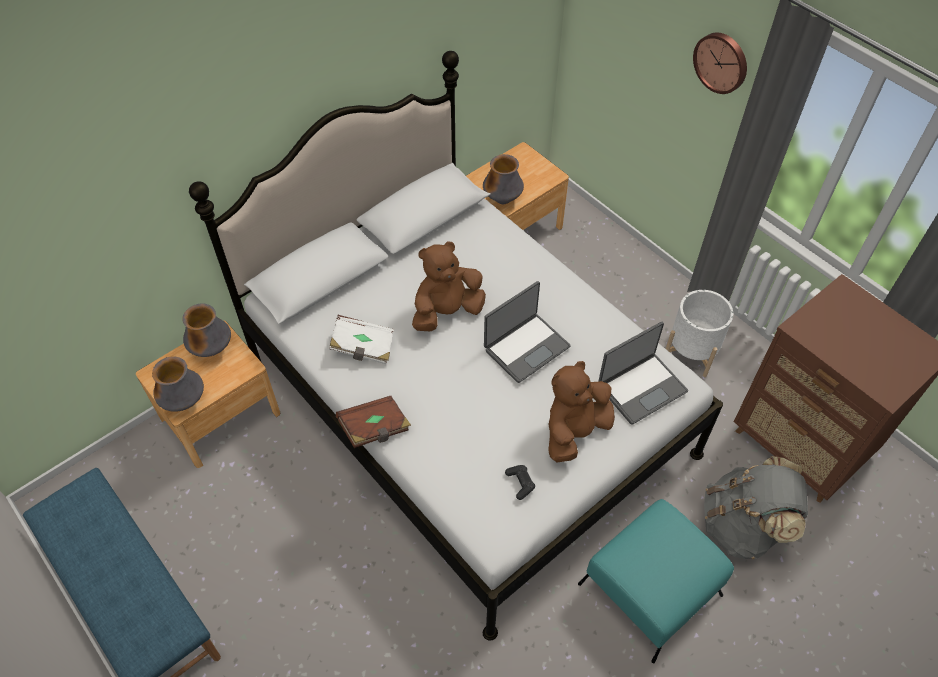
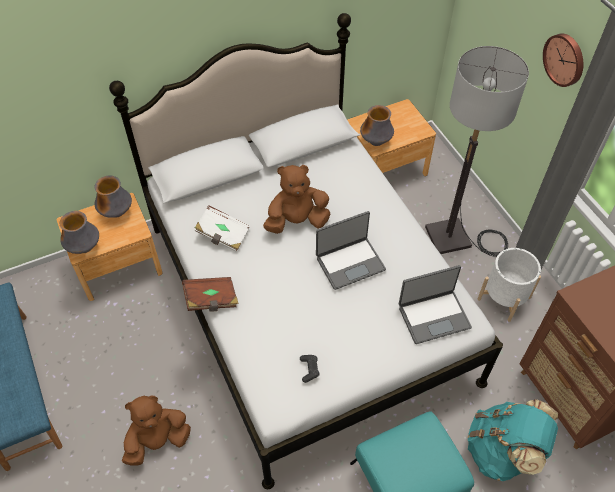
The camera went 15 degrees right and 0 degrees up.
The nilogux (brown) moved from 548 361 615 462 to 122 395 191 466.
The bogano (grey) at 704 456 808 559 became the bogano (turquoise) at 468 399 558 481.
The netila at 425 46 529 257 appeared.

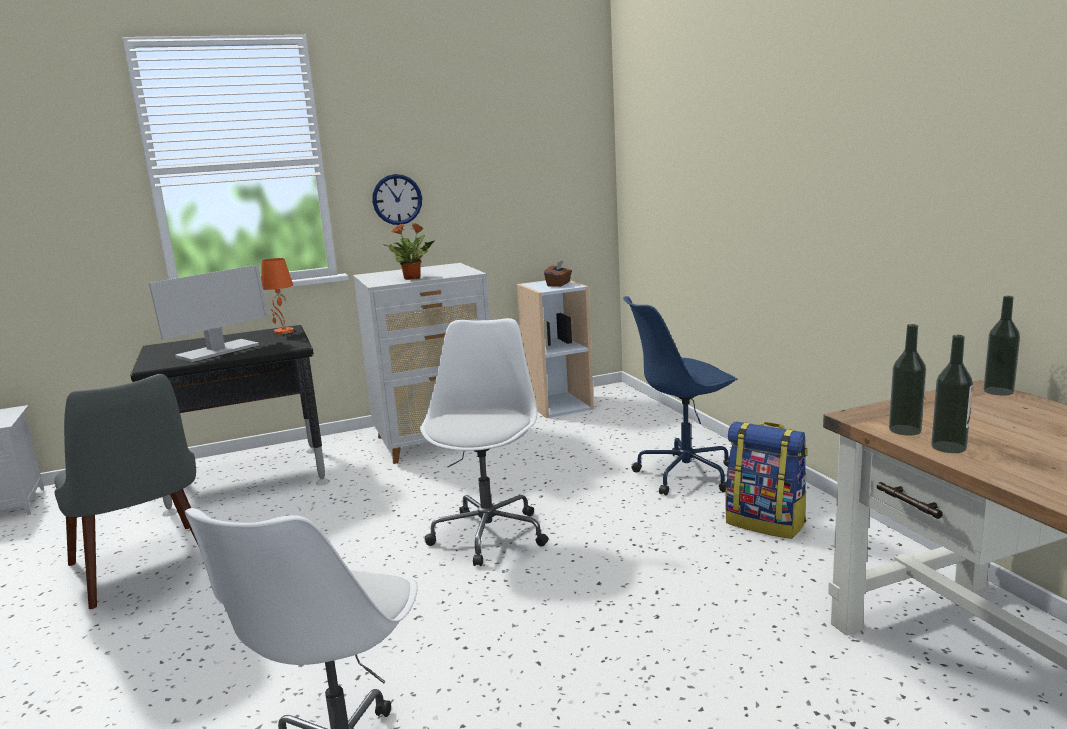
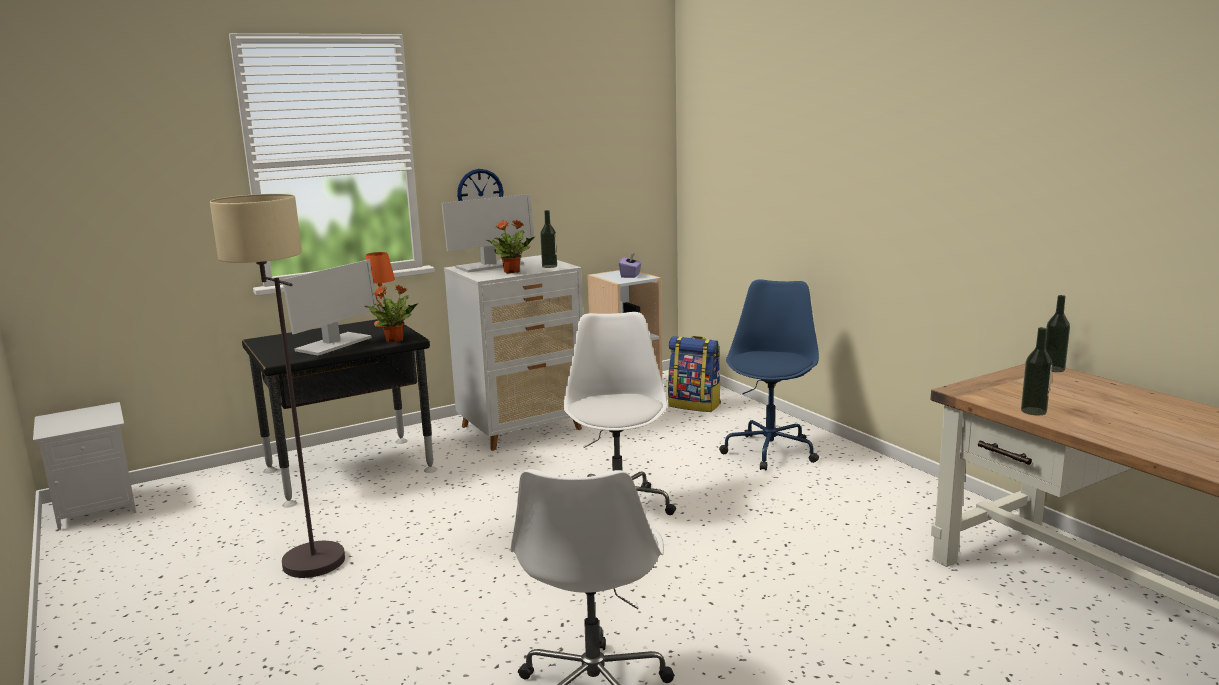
The camera went 10 degrees left and 0 degrees up.
The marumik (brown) at 544 261 572 287 became the marumik (purple) at 619 253 642 278.
The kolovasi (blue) at 623 296 738 495 turned 135 degrees clockwise.
The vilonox moved from 889 324 926 436 to 540 210 557 268.
The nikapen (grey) at 54 374 198 609 was replaced by the netila (beige) at 210 194 345 578.
The bogano moved from 725 422 807 539 to 668 336 721 412.
The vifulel at 441 194 534 273 appeared.
The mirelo at 364 285 418 343 appeared.

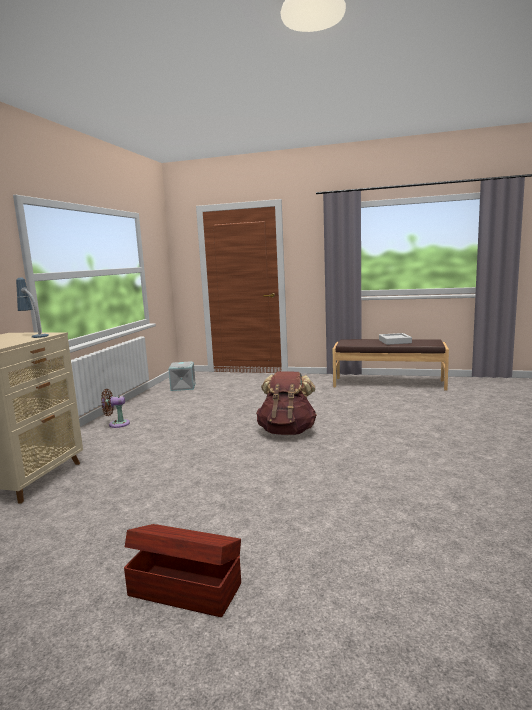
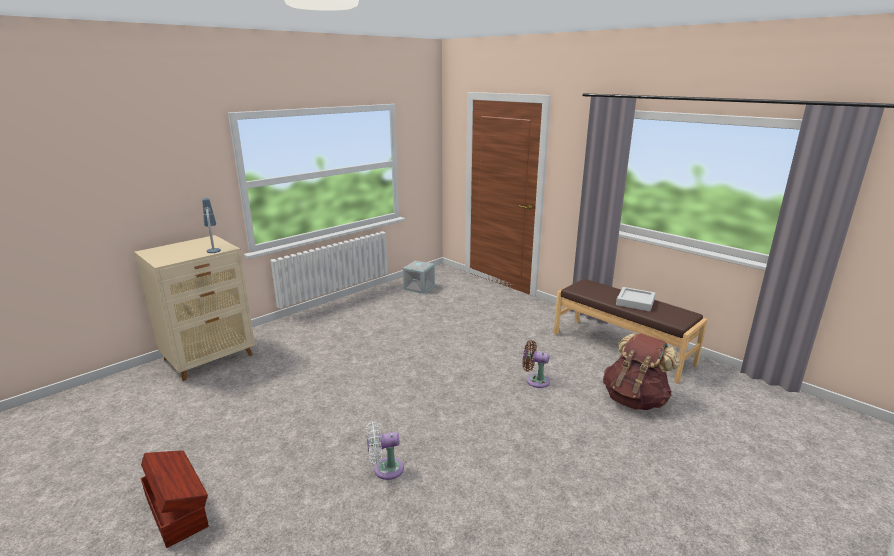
The camera went 30 degrees right and 10 degrees up.
The bogano (brown) moved from 256 371 317 435 to 603 333 681 410.
The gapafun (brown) moved from 101 389 130 428 to 522 340 550 388.
The gapafun (white) at 366 422 404 480 appeared.

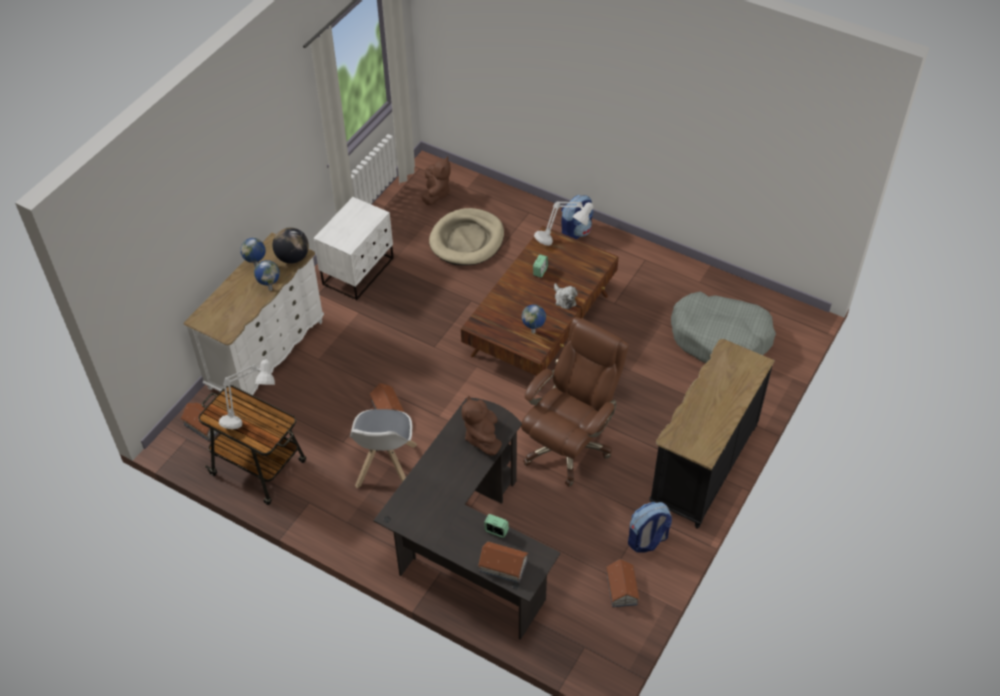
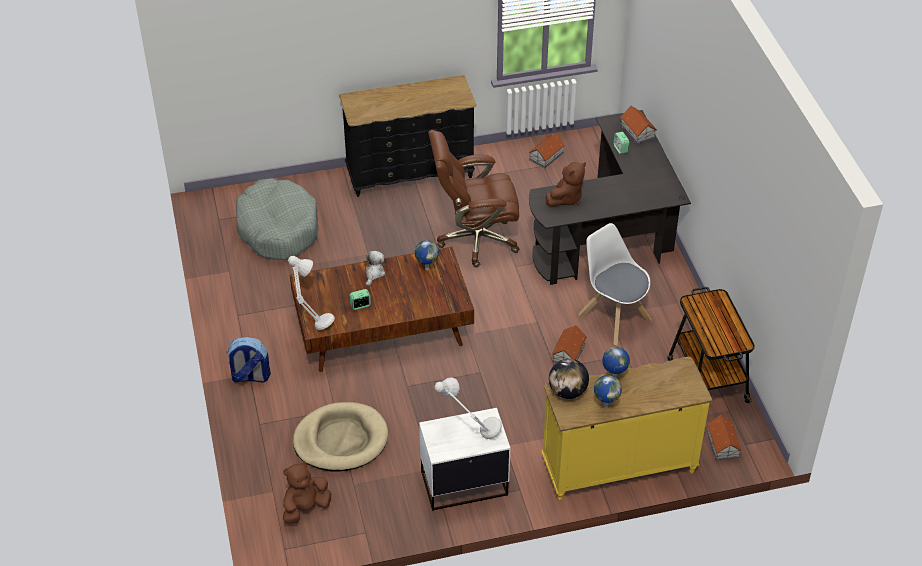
The camera went 135 degrees left and 5 degrees down.
The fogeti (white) at 183 233 324 399 became the fogeti (yellow) at 541 357 713 501.
The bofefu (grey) moved from 219 359 275 429 to 435 378 502 439.
The nikapen at 350 409 417 488 turned 90 degrees counterclockwise.
The bogano at 628 502 672 553 disappeared.

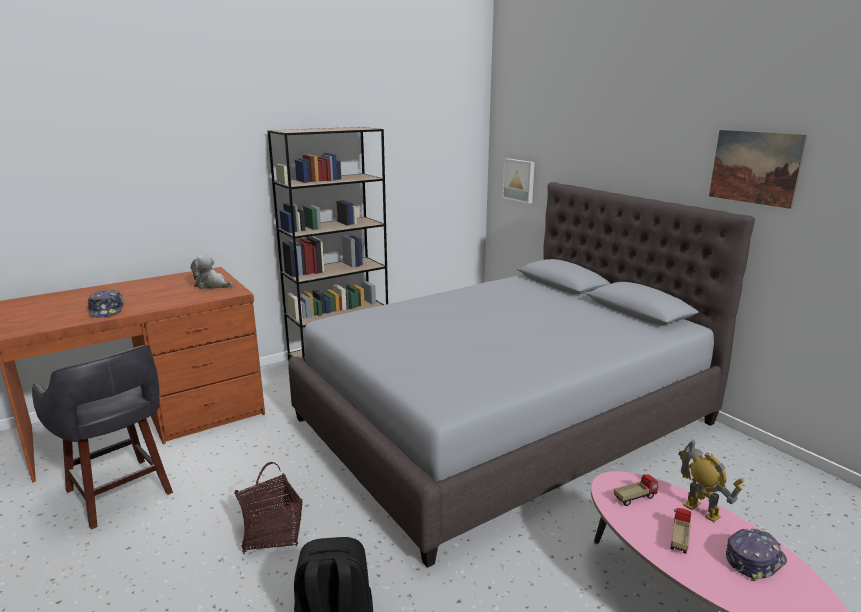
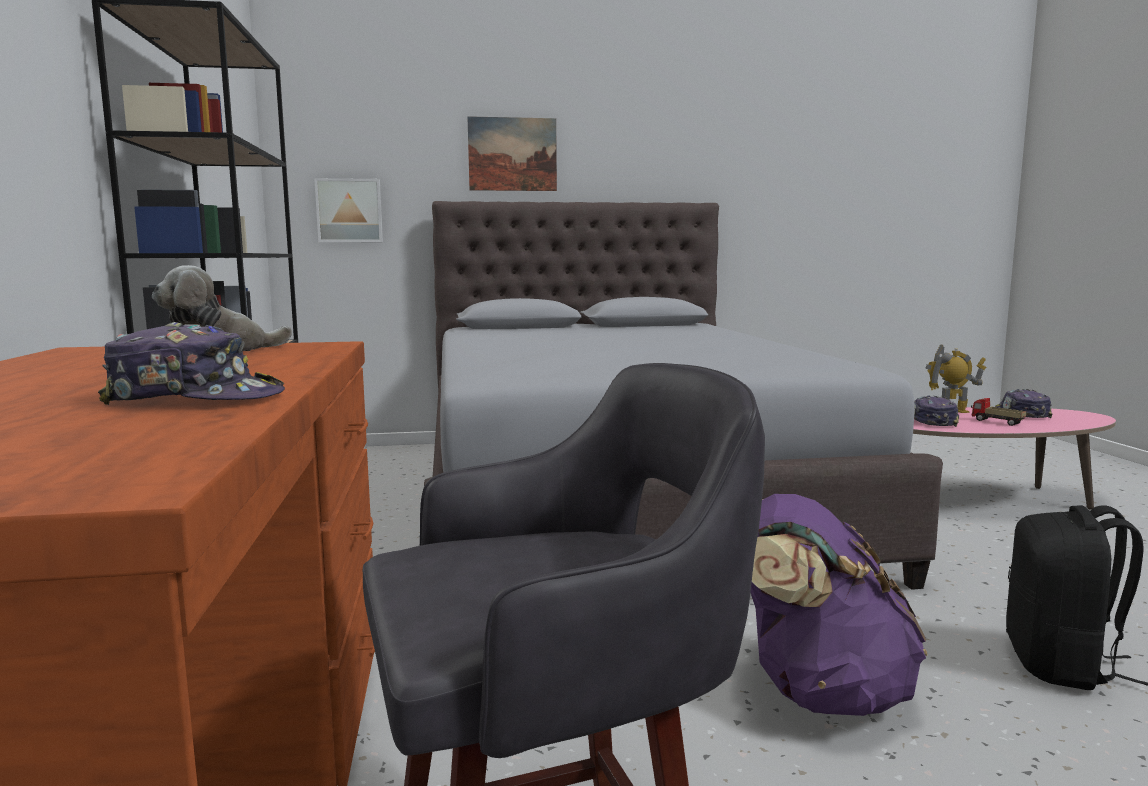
The camera went 65 degrees left and 10 degrees down.
The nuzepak moved from 709 130 807 209 to 467 116 557 191.
The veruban at 234 462 302 554 was replaced by the bogano (purple) at 751 494 928 716.
The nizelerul at 614 474 658 506 was replaced by the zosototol at 914 396 959 427.

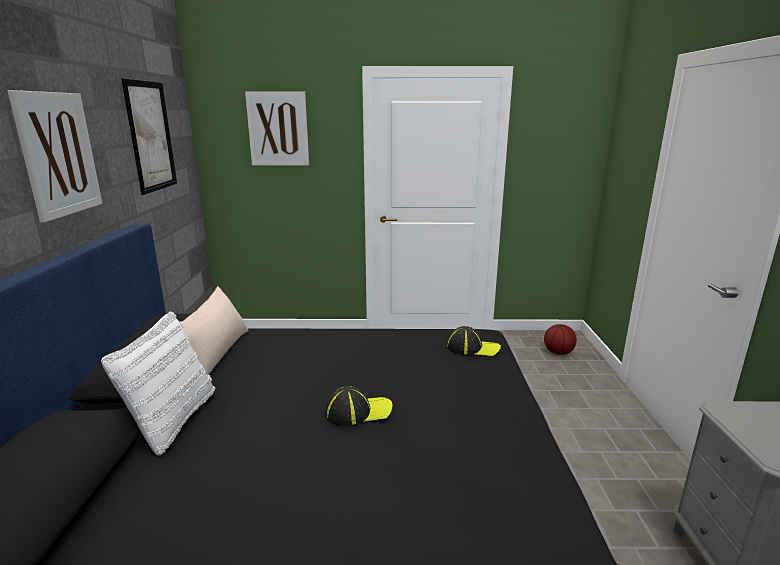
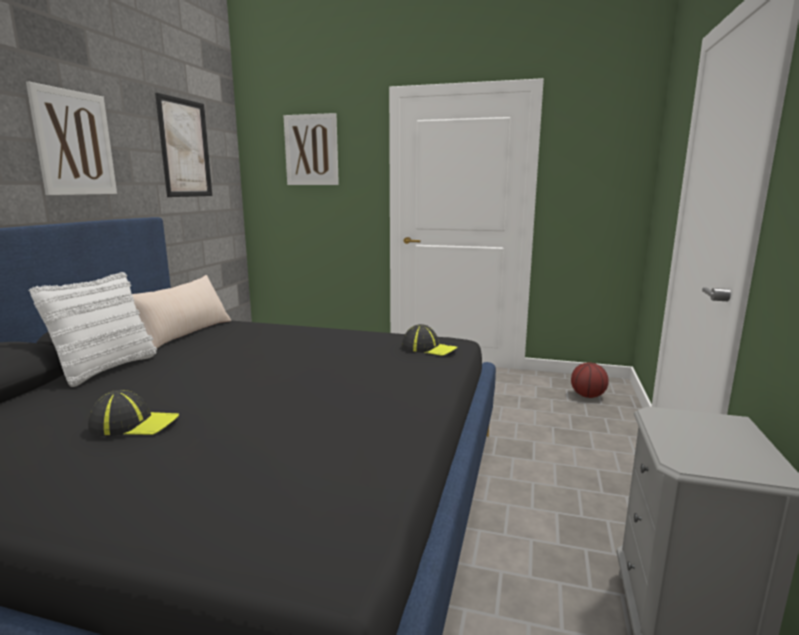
The camera went 15 degrees right and 5 degrees down.
The zosototol moved from 325 386 393 426 to 88 390 179 437.

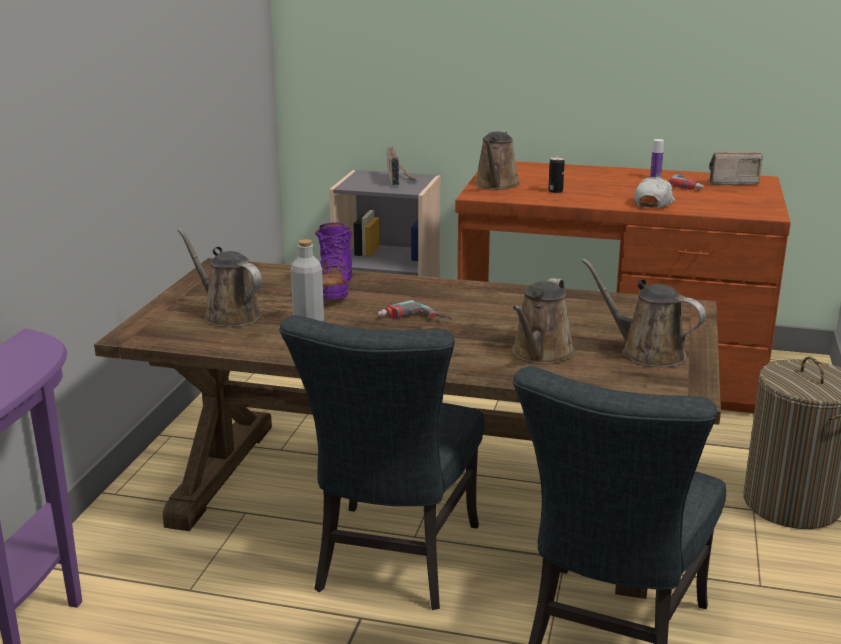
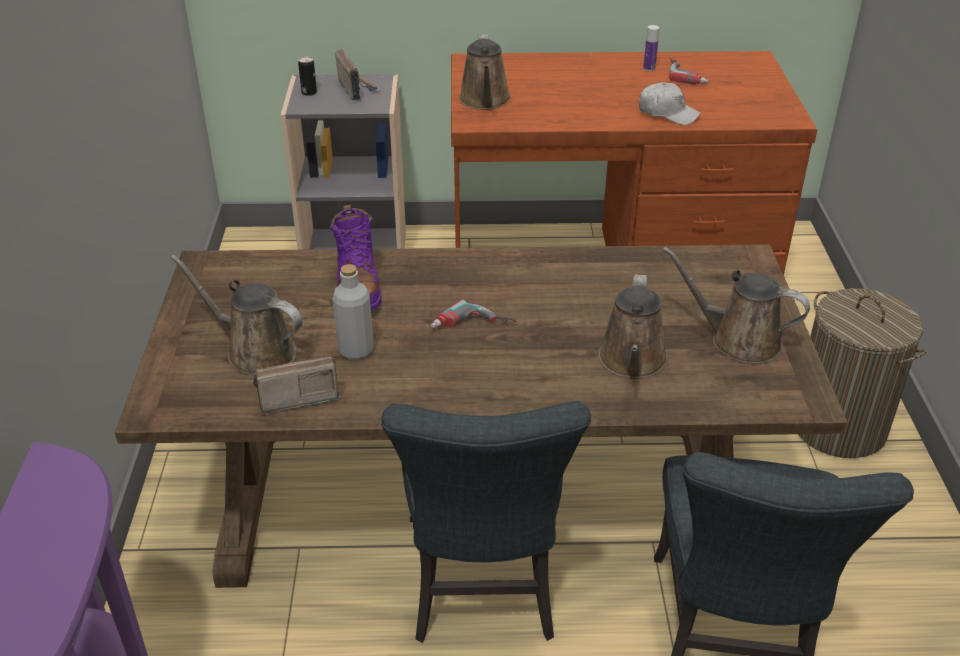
The camera went 15 degrees left and 15 degrees up.
The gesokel moved from 709 152 763 185 to 253 356 341 413.
The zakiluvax moved from 548 157 565 193 to 298 56 317 96.
The zosototol (white) at 634 177 676 208 turned 105 degrees clockwise.

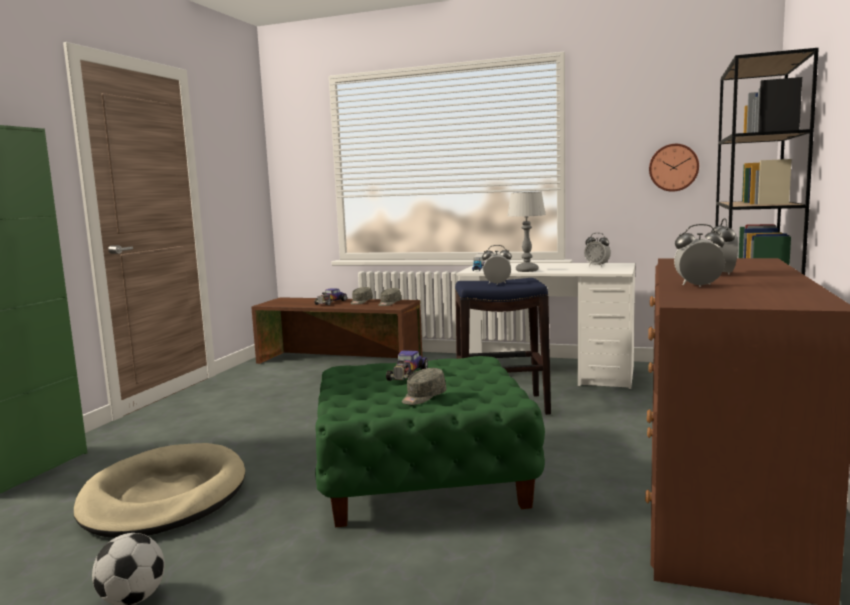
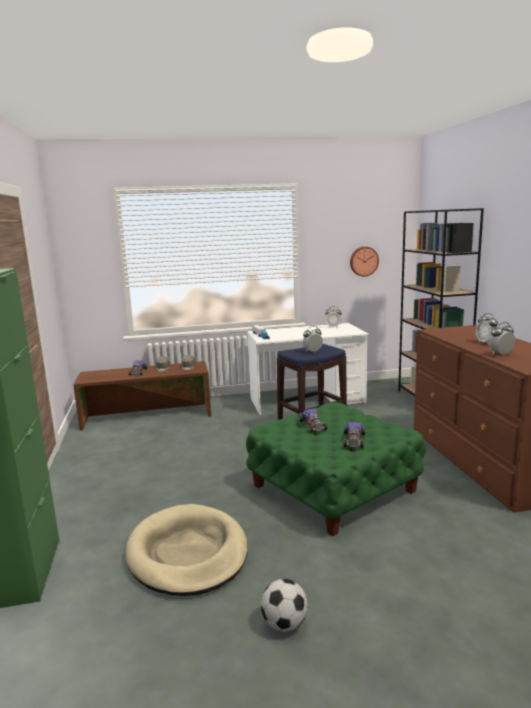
The camera went 30 degrees left and 5 degrees up.
The bofefu at 508 192 546 272 disappeared.
The zosototol (grey) at 402 368 446 405 was replaced by the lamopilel at 344 422 365 448.

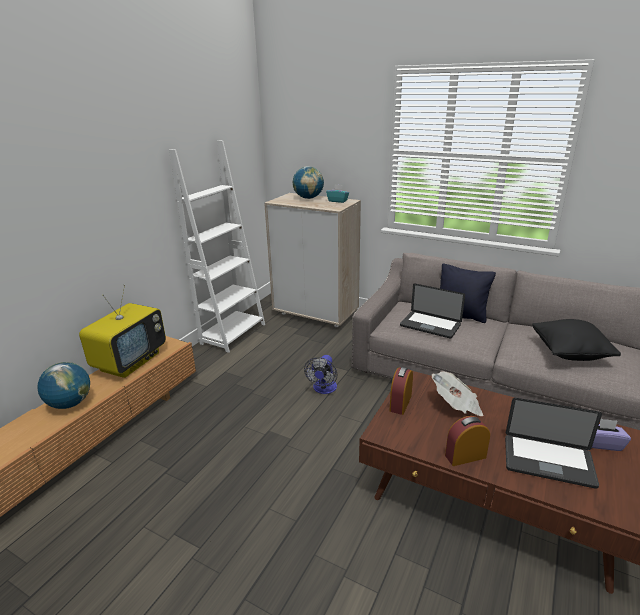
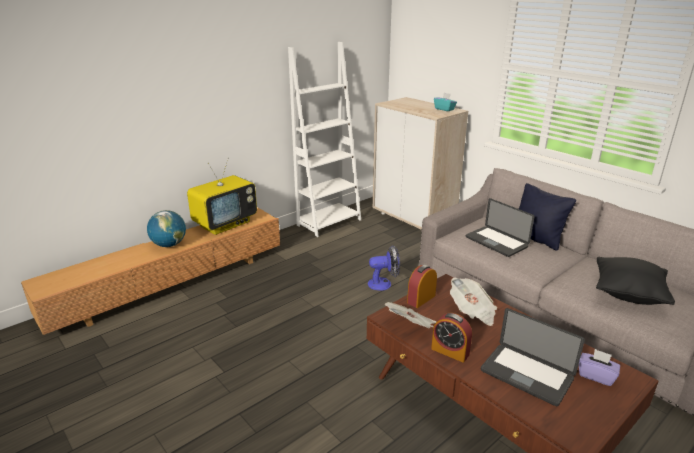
The camera went 20 degrees right and 0 degrees up.
The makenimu at 292 166 324 199 disappeared.
The gapafun at 304 355 337 394 turned 135 degrees counterclockwise.
The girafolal at 445 416 490 466 turned 150 degrees counterclockwise.
The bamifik at 385 302 436 328 appeared.

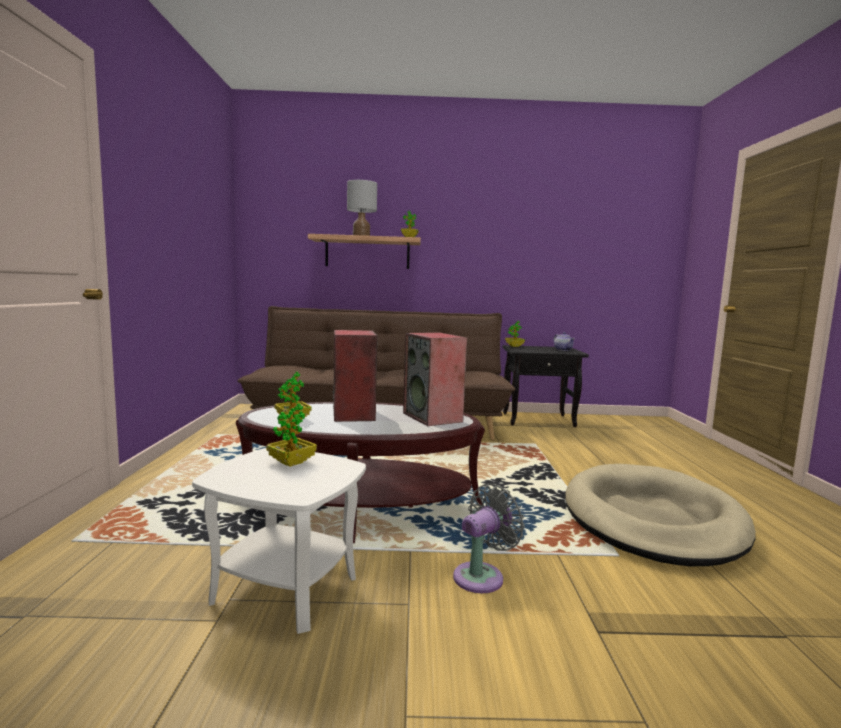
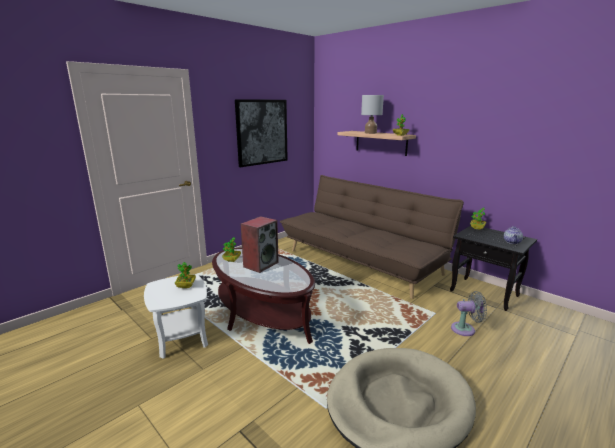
The camera went 45 degrees right and 10 degrees up.
The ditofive at 403 332 467 426 disappeared.
The gapafun (grey) moved from 453 483 525 593 to 451 291 487 336.
The nuzepak at 235 99 288 167 appeared.

